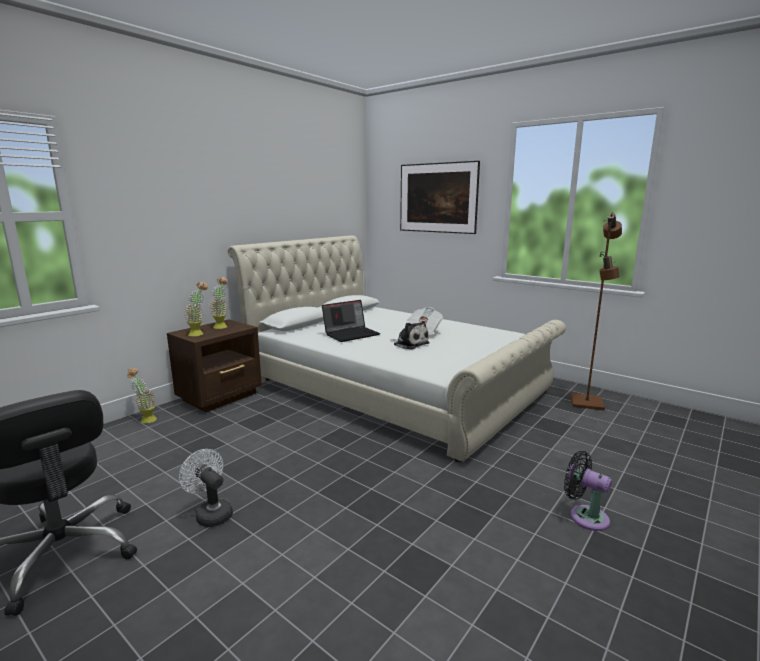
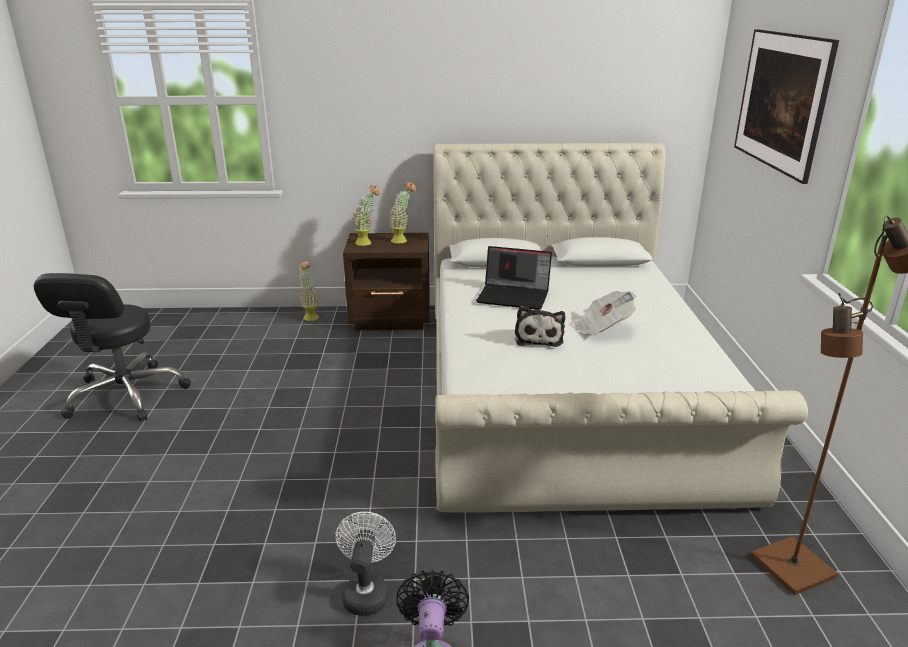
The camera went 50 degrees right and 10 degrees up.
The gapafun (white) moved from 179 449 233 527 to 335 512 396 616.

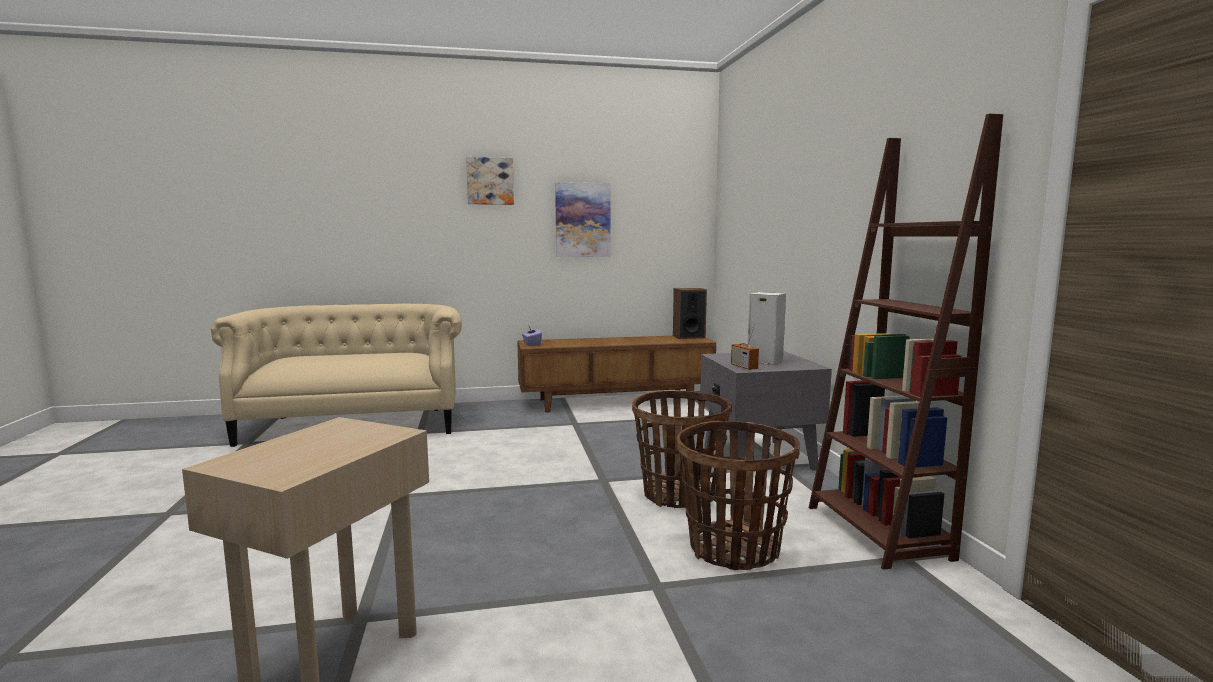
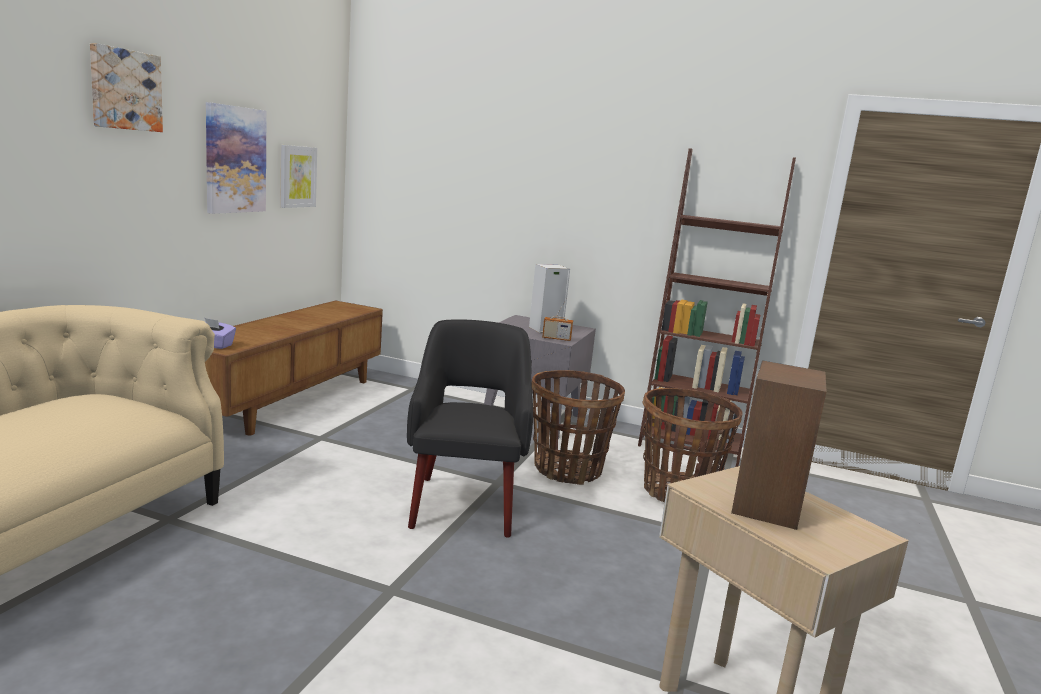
The camera went 60 degrees left and 5 degrees up.
The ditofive moved from 673 288 707 339 to 731 360 827 530.
The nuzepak at 280 145 317 208 appeared.
The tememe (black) at 407 319 533 538 appeared.

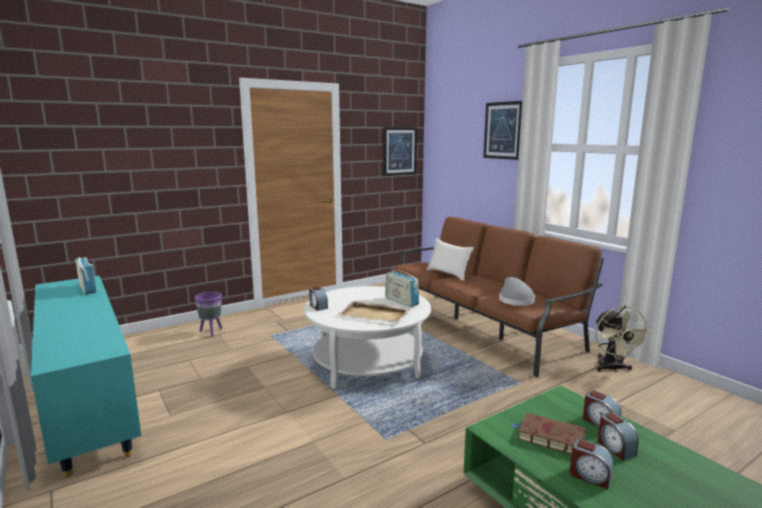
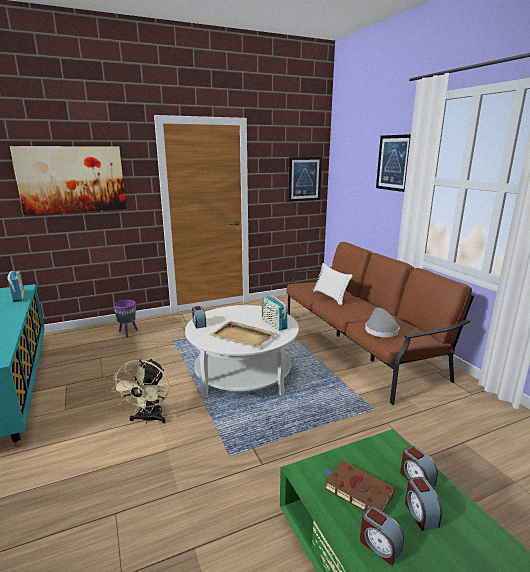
The camera went 10 degrees right and 5 degrees up.
The gapafun (beige) moved from 595 306 653 372 to 111 359 169 424.
The nuzepak at 10 146 126 215 appeared.

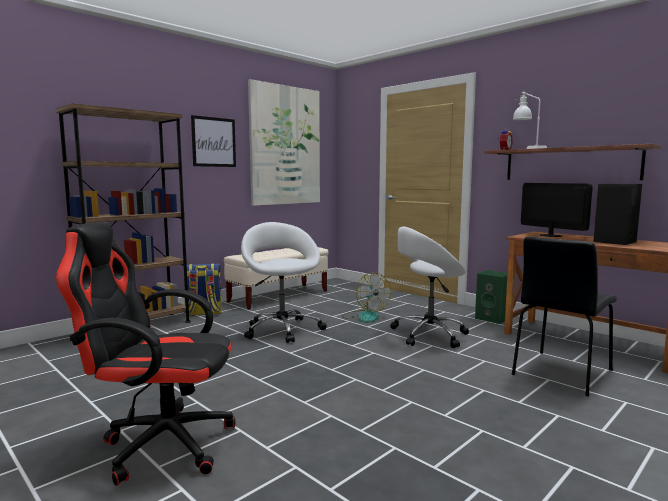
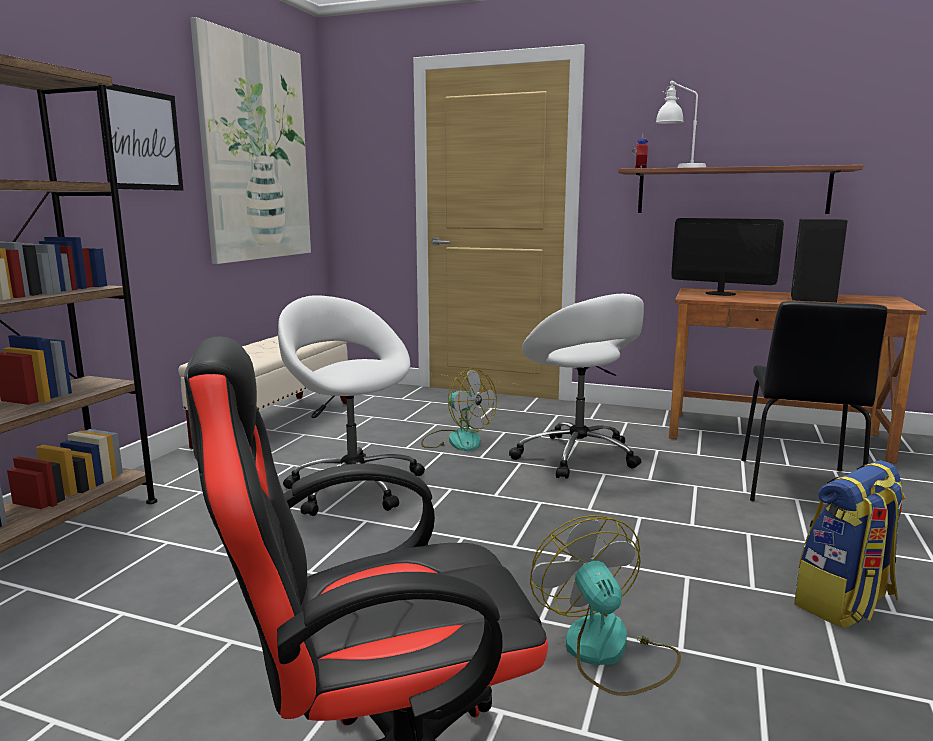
The camera went 25 degrees left and 5 degrees up.
The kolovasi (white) at 390 227 469 348 turned 75 degrees counterclockwise.
The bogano moved from 183 263 222 316 to 794 461 905 628.
The ditofive (green) at 475 270 507 324 disappeared.
The gapafun at 530 515 681 696 appeared.

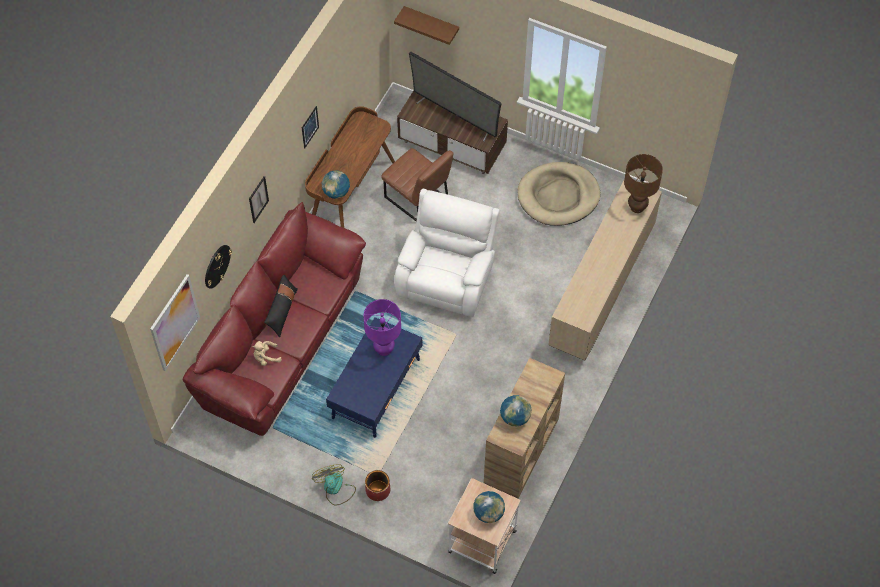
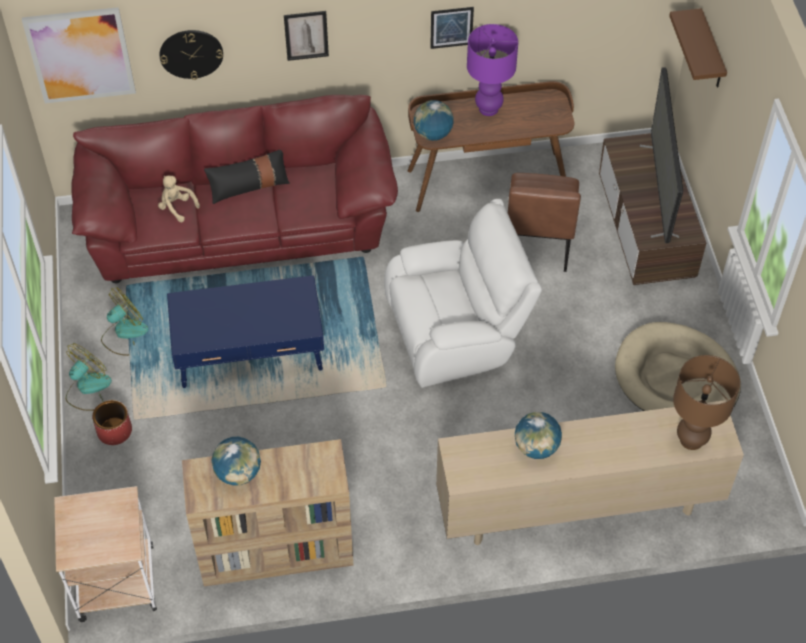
The camera went 55 degrees right and 5 degrees down.
The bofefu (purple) moved from 364 299 401 356 to 467 24 518 116.
The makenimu moved from 473 491 505 523 to 515 412 562 459.
The gapafun at 101 287 148 356 appeared.

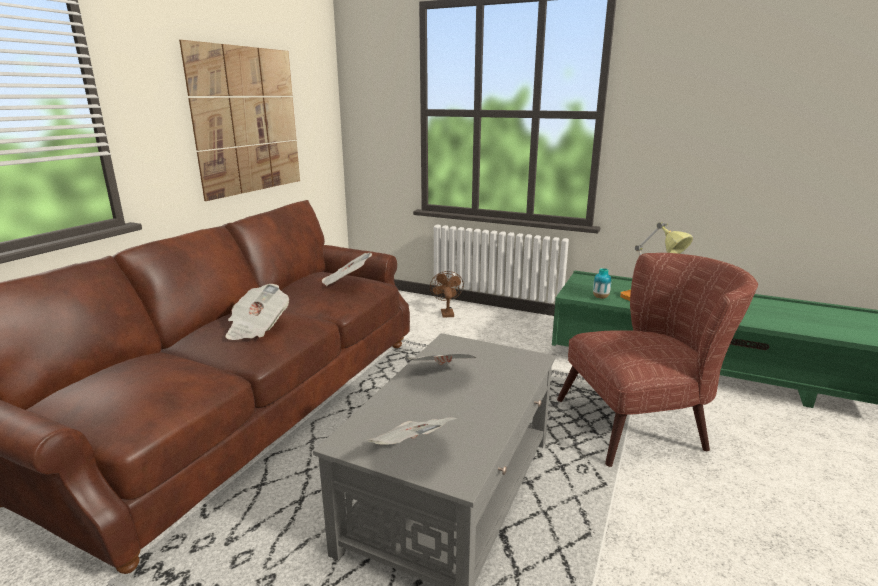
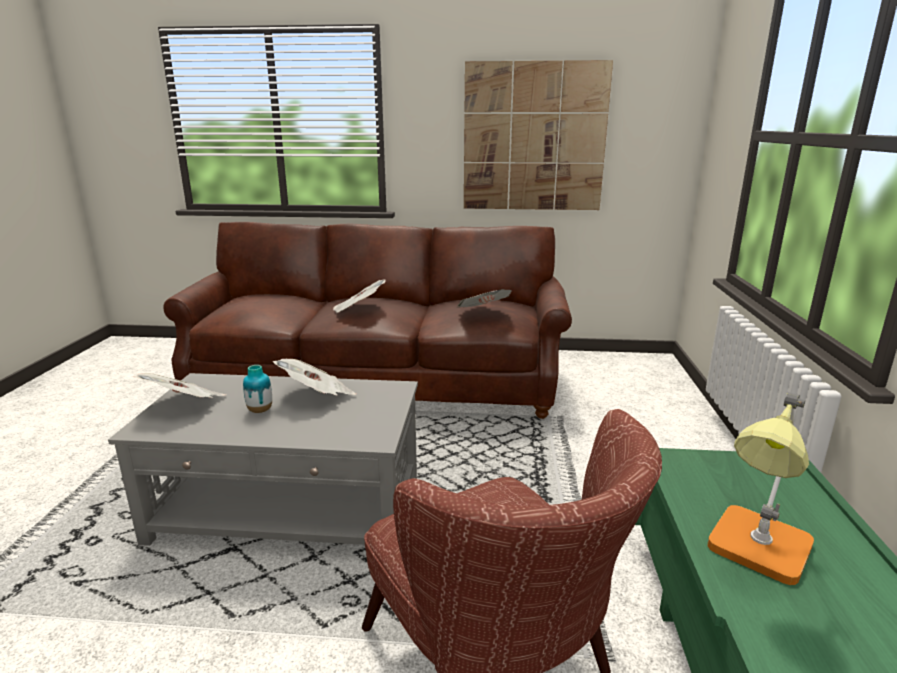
The camera went 70 degrees right and 0 degrees up.
The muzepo moved from 593 268 611 299 to 243 365 272 413.
The gapafun (brown) at 430 271 464 317 disappeared.

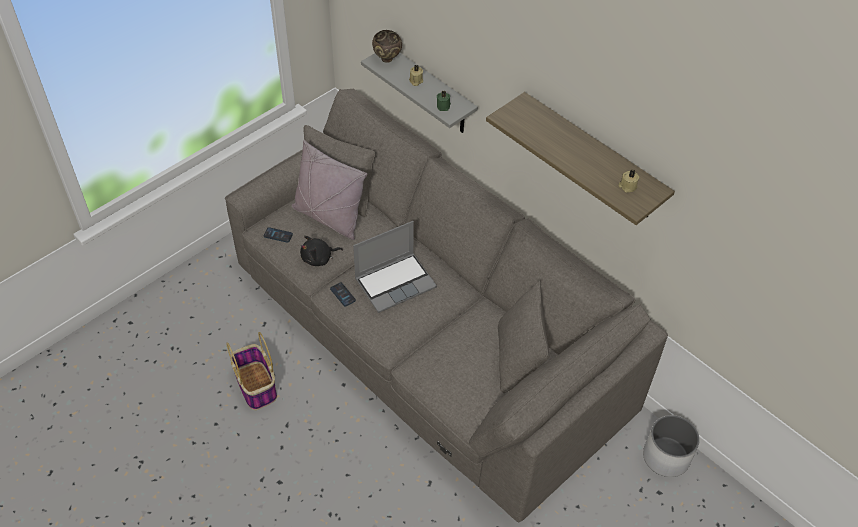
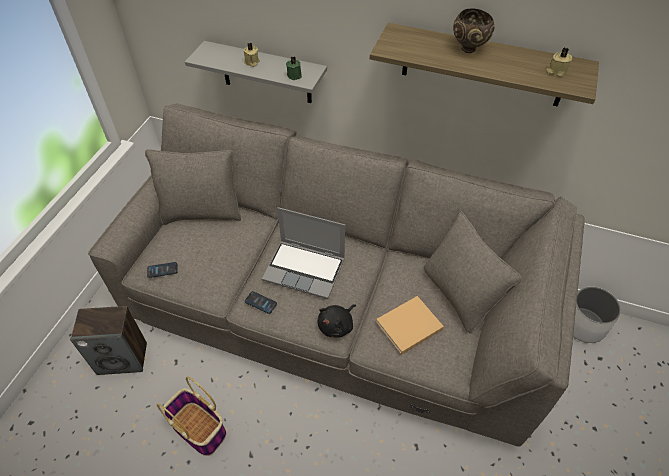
The camera went 25 degrees left and 0 degrees up.
The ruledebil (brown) moved from 372 30 402 63 to 453 8 495 53.
The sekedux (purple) at 292 140 367 240 disappeared.
The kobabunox at 353 221 437 313 turned 75 degrees clockwise.
The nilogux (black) moved from 300 236 343 266 to 318 304 356 338.
The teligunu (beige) at 376 296 444 355 appeared.
The ditofive at 70 306 147 375 appeared.

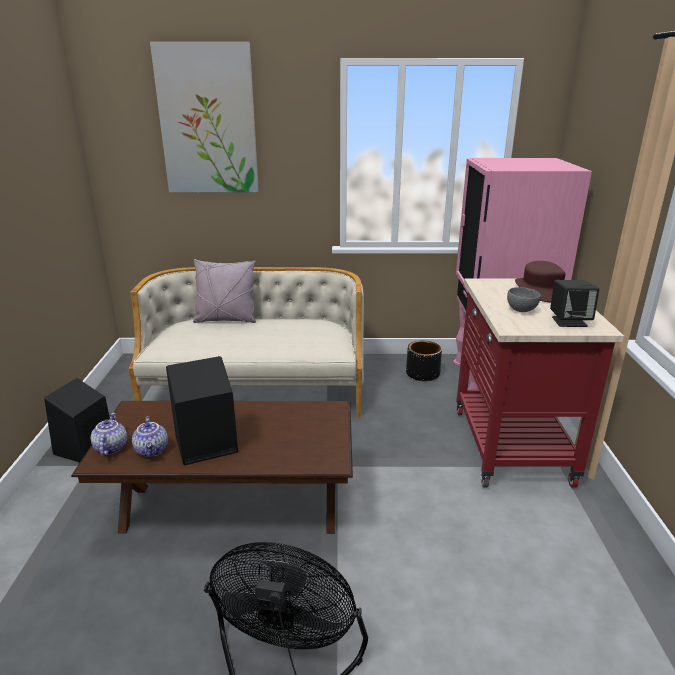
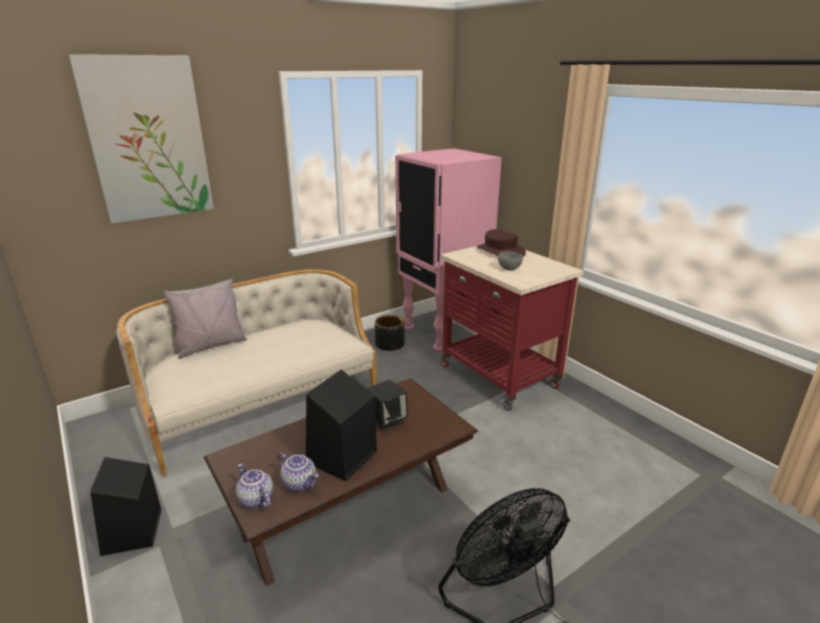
The camera went 35 degrees left and 0 degrees up.
The ditofive (black) moved from 550 280 599 327 to 366 380 408 431.

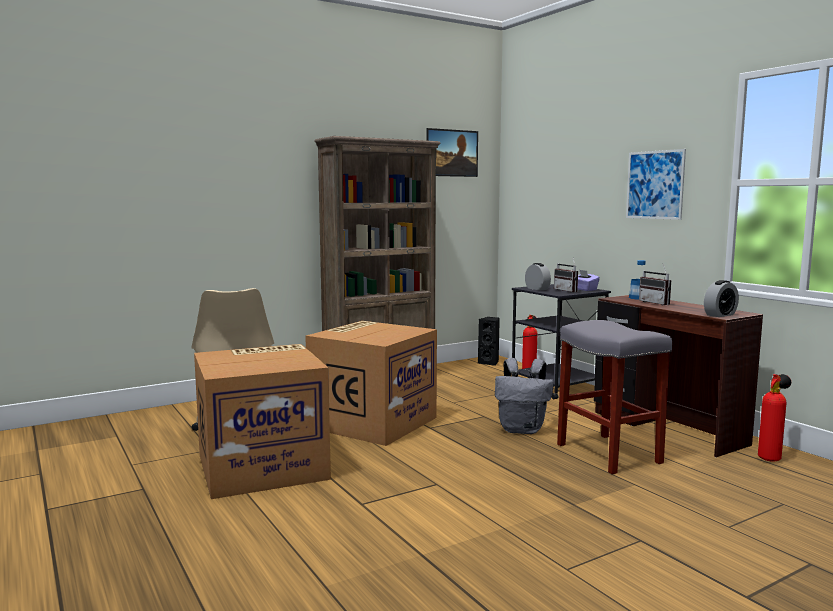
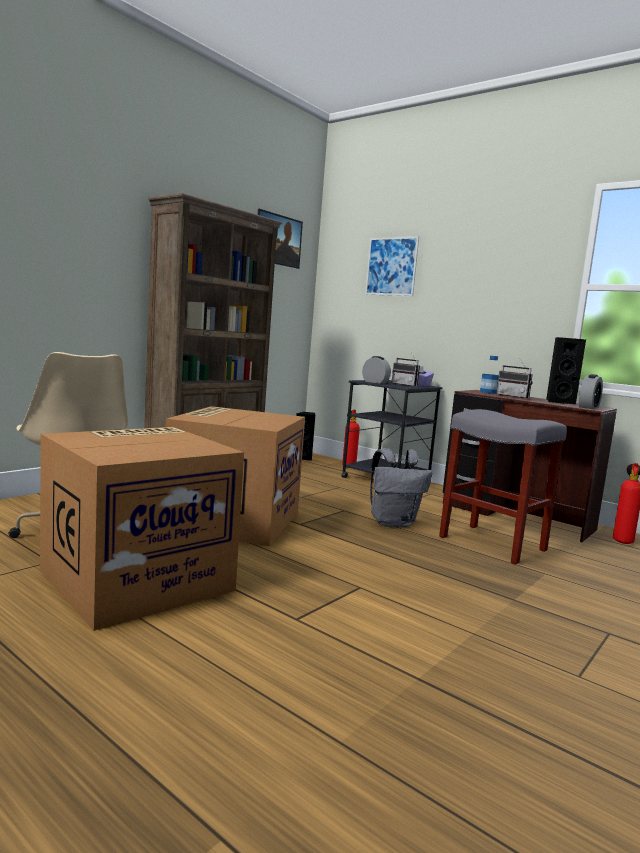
The camera went 20 degrees left and 0 degrees up.
The nuzepak moved from 626 149 686 220 to 365 236 419 296.
The ditofive (black) at 546 337 586 405 appeared.

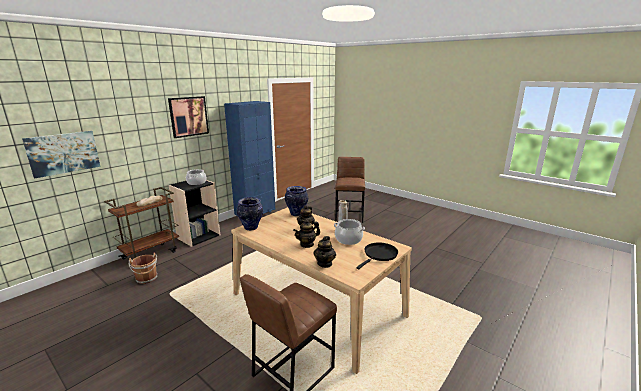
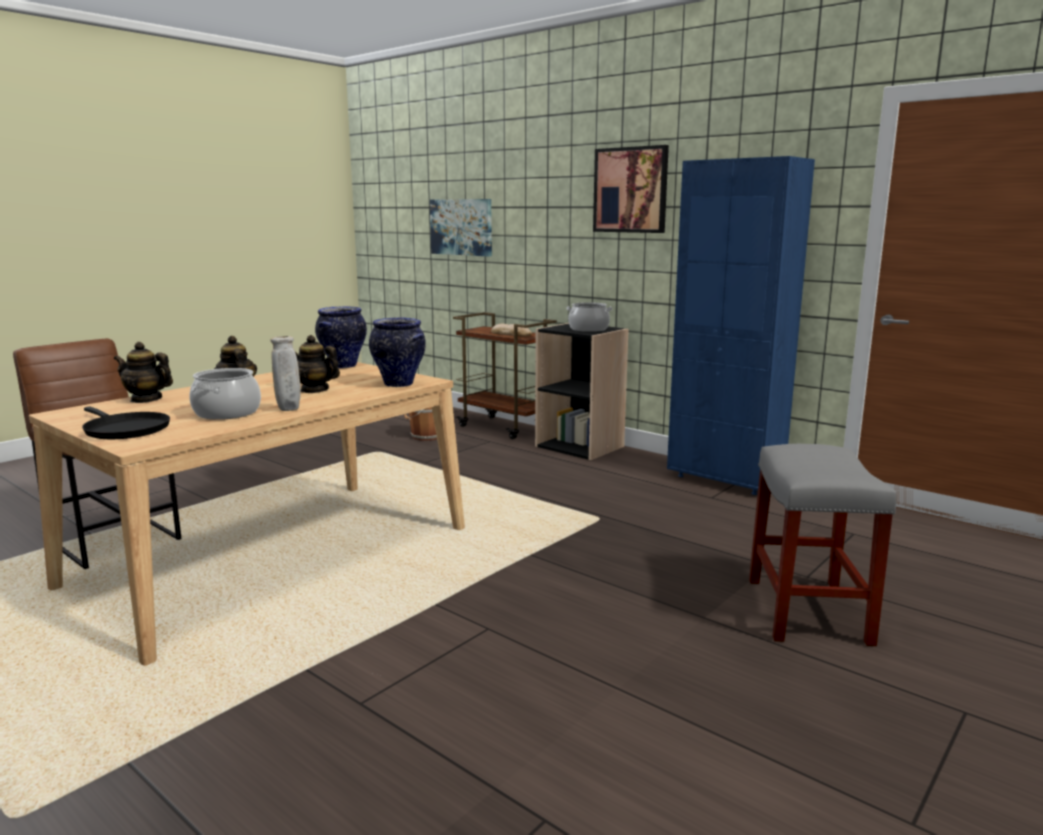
The camera went 90 degrees right and 5 degrees down.
The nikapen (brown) at 335 157 365 223 was replaced by the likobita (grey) at 749 444 897 646.

